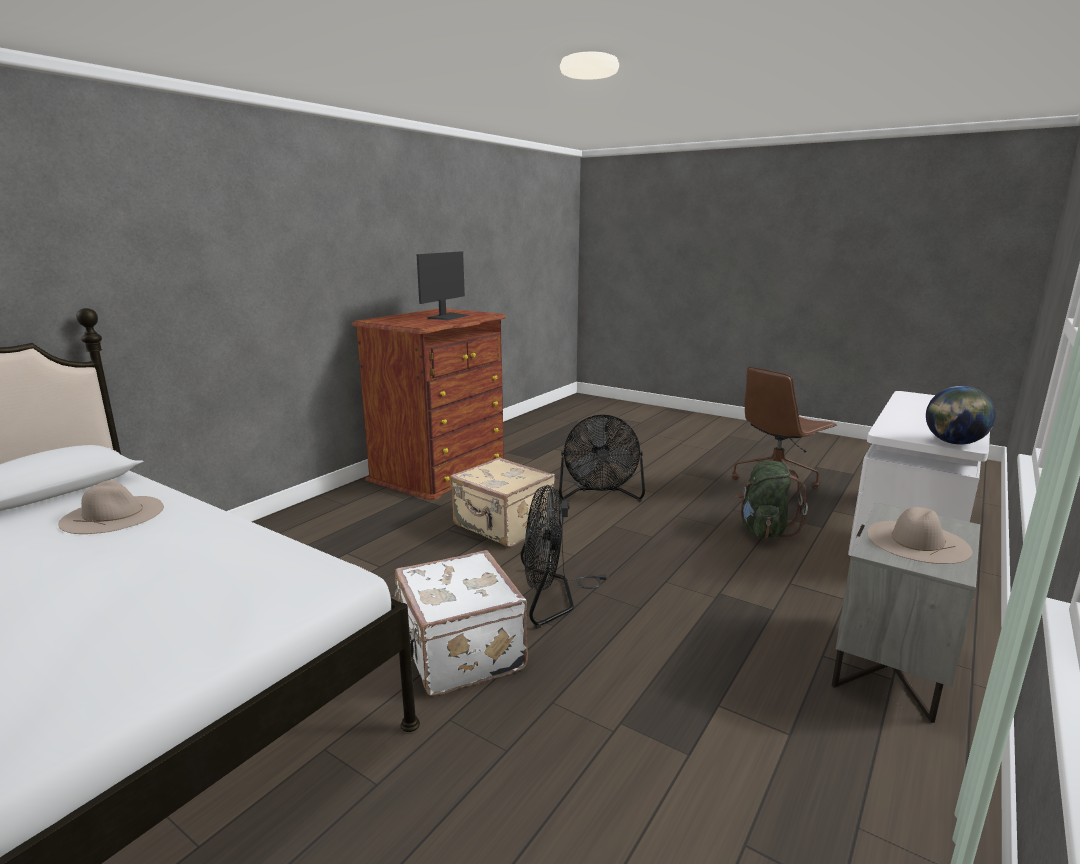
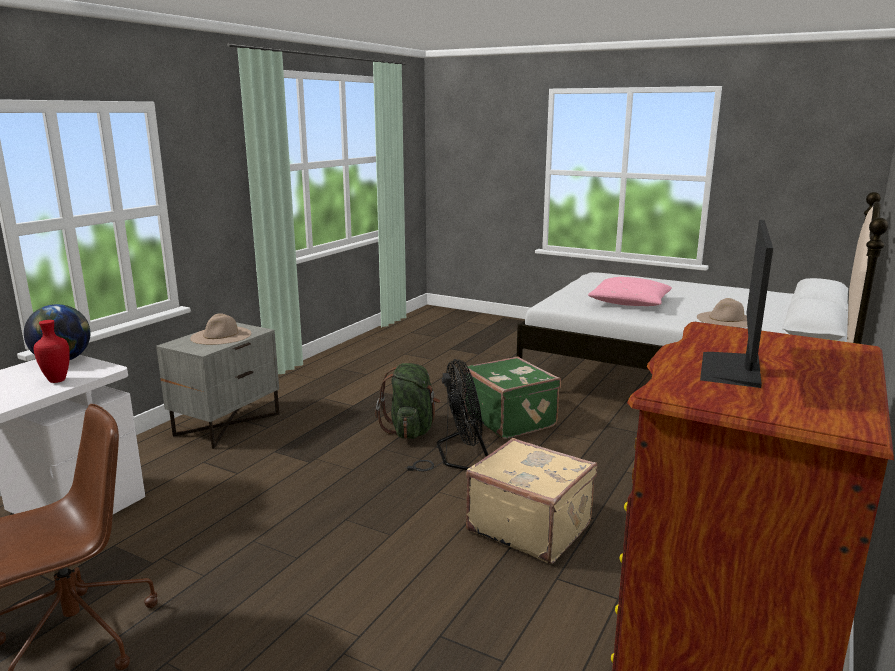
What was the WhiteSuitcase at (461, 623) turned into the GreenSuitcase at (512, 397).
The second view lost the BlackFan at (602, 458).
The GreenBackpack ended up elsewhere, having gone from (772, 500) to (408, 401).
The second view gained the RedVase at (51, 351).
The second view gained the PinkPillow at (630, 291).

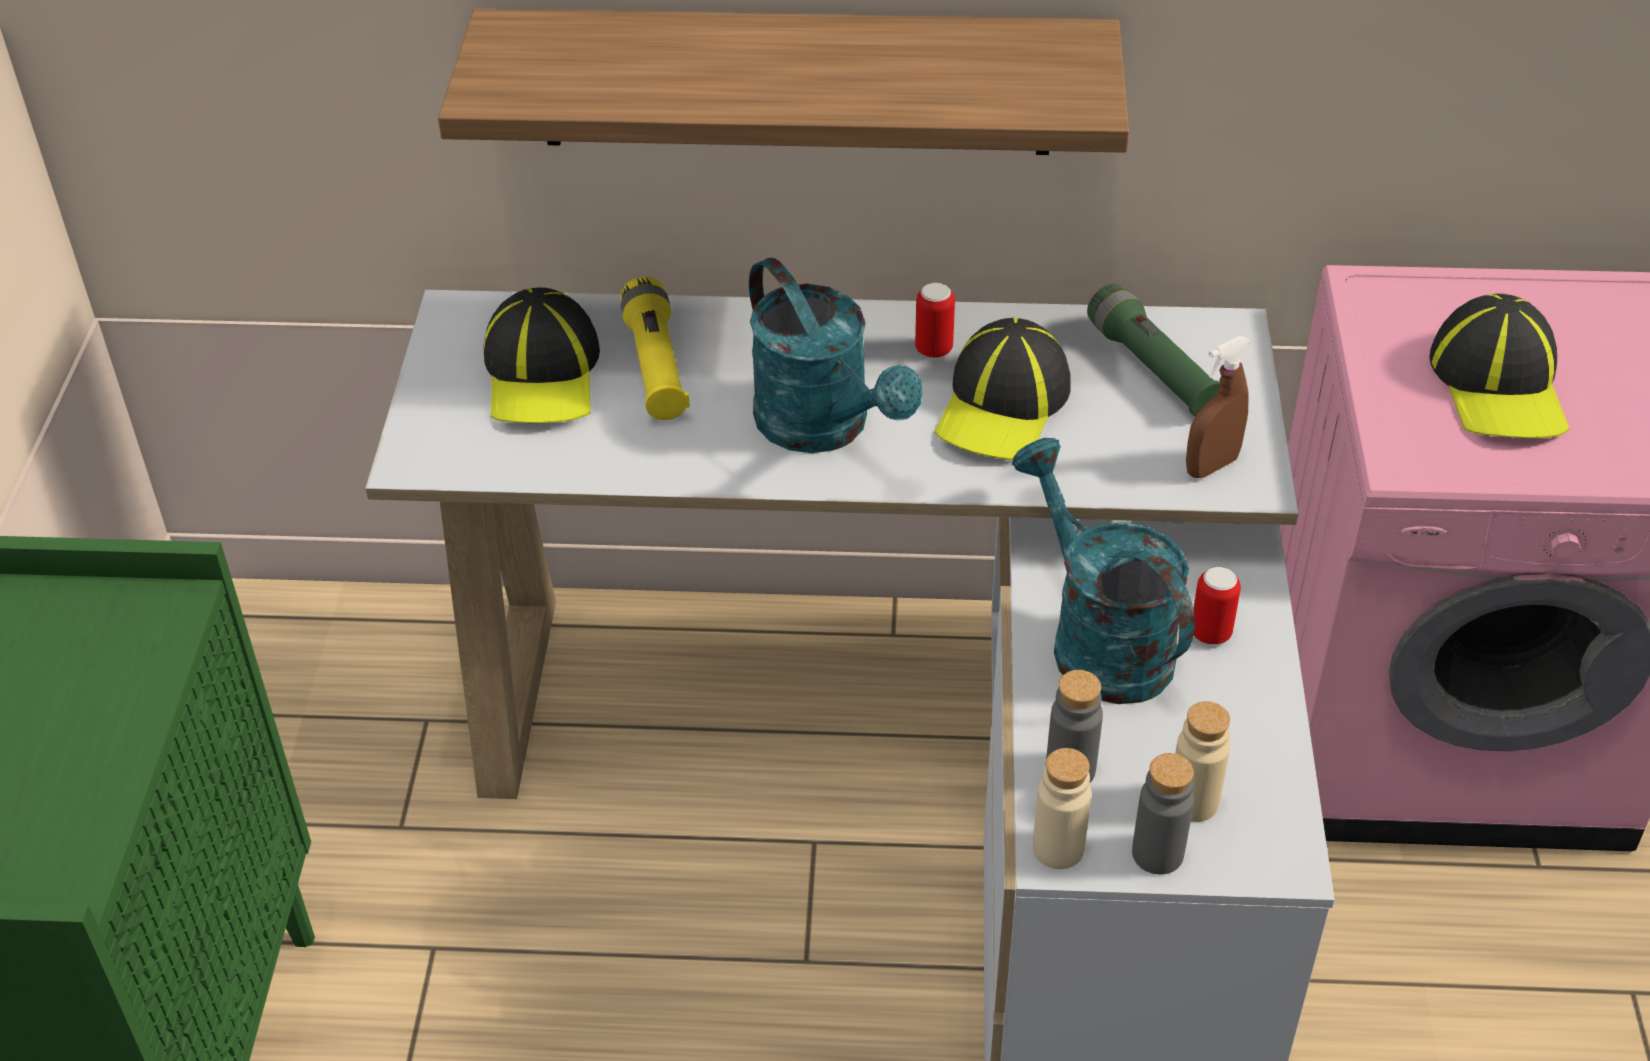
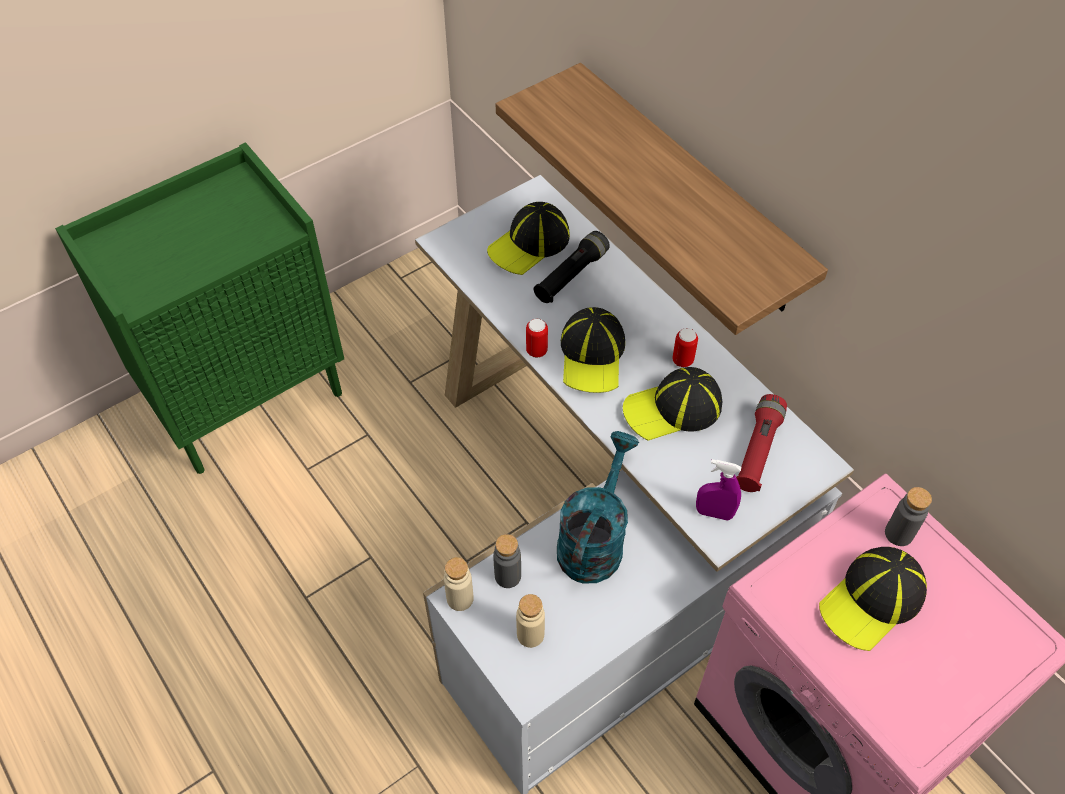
What was the YellowFlashlight at (655, 348) turned into the BlackFlashlight at (572, 267).
Where the TurquoiseWateringCan stood at (835, 355), the Cap came to stand at (593, 350).
What was the GreenFlashlight at (1153, 350) turned into the RedFlashlight at (761, 443).
The GreyBottle ended up elsewhere, having gone from (1163, 814) to (908, 516).
What was the BrownSprayBottle at (1218, 407) turned into the PurpleSprayBottle at (718, 490).
The Can ended up elsewhere, having gone from (1217, 606) to (537, 338).

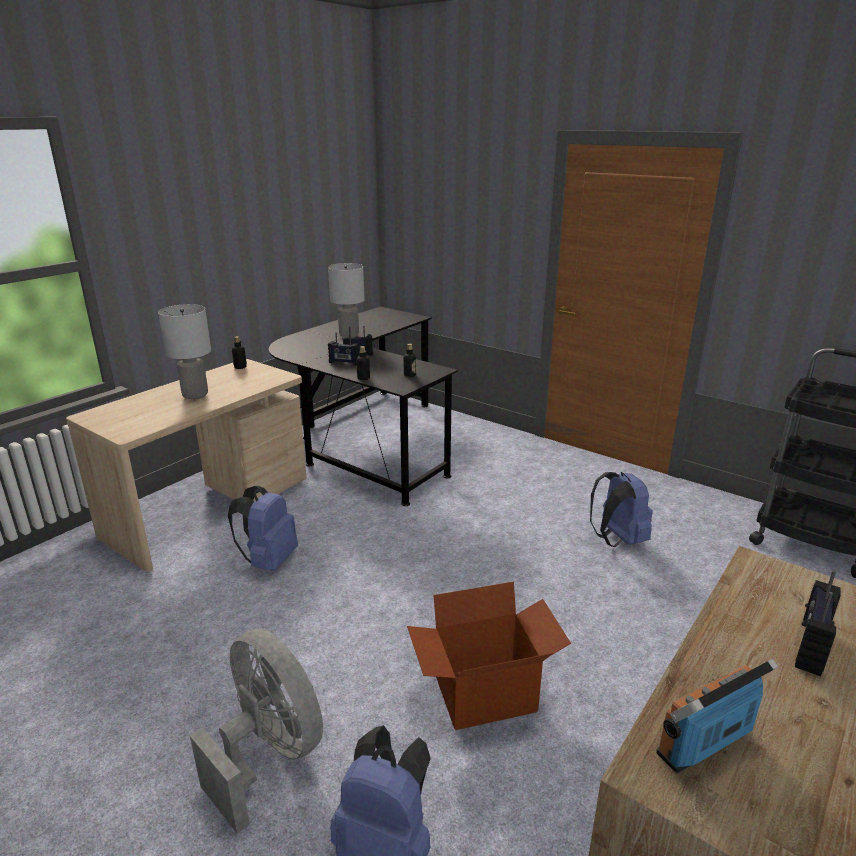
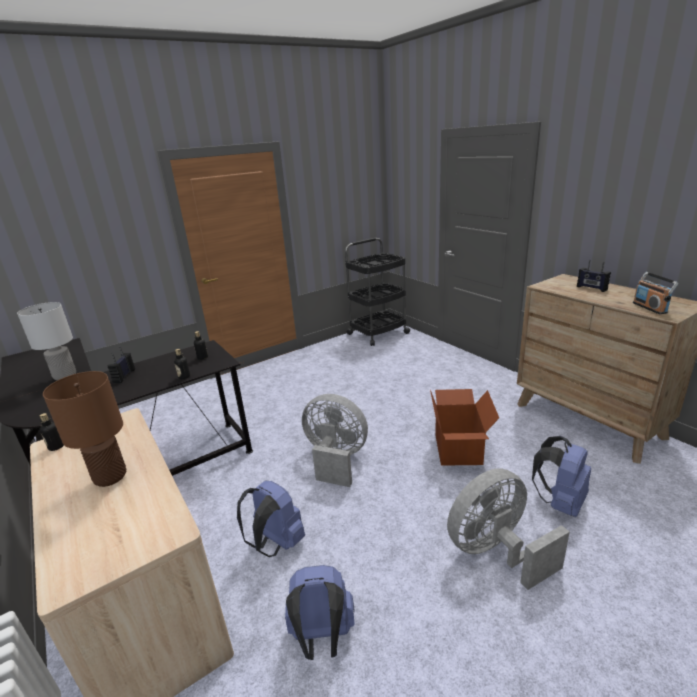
What was the GreyTableLamp at (184, 351) turned into the BrownTableLamp at (84, 429).
The second view lost the Radio at (343, 349).
The BlueBackpack ended up elsewhere, having gone from (621, 509) to (320, 612).
The second view gained the GreyFan at (335, 440).

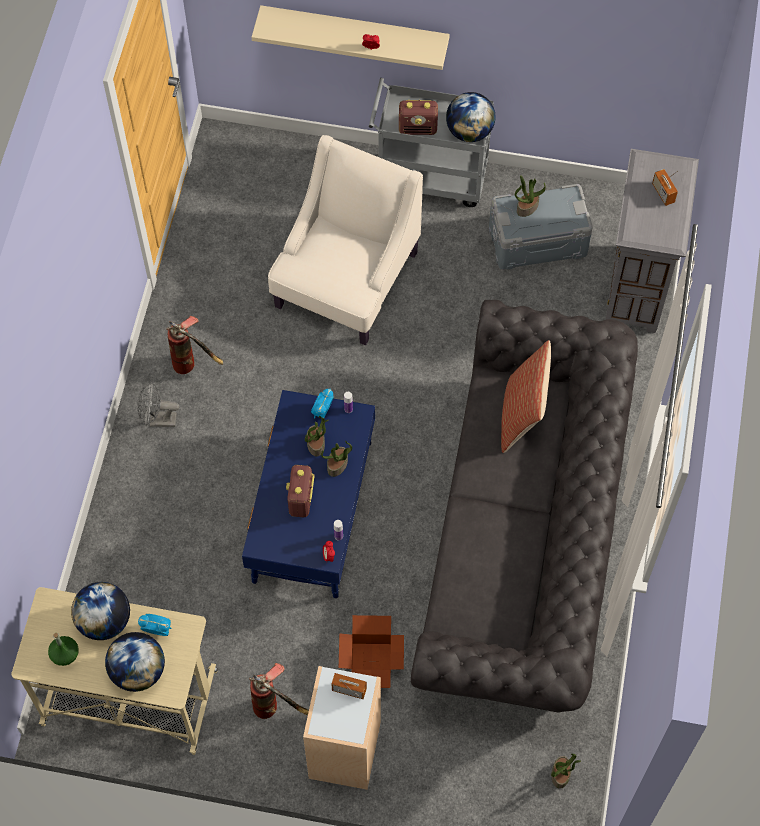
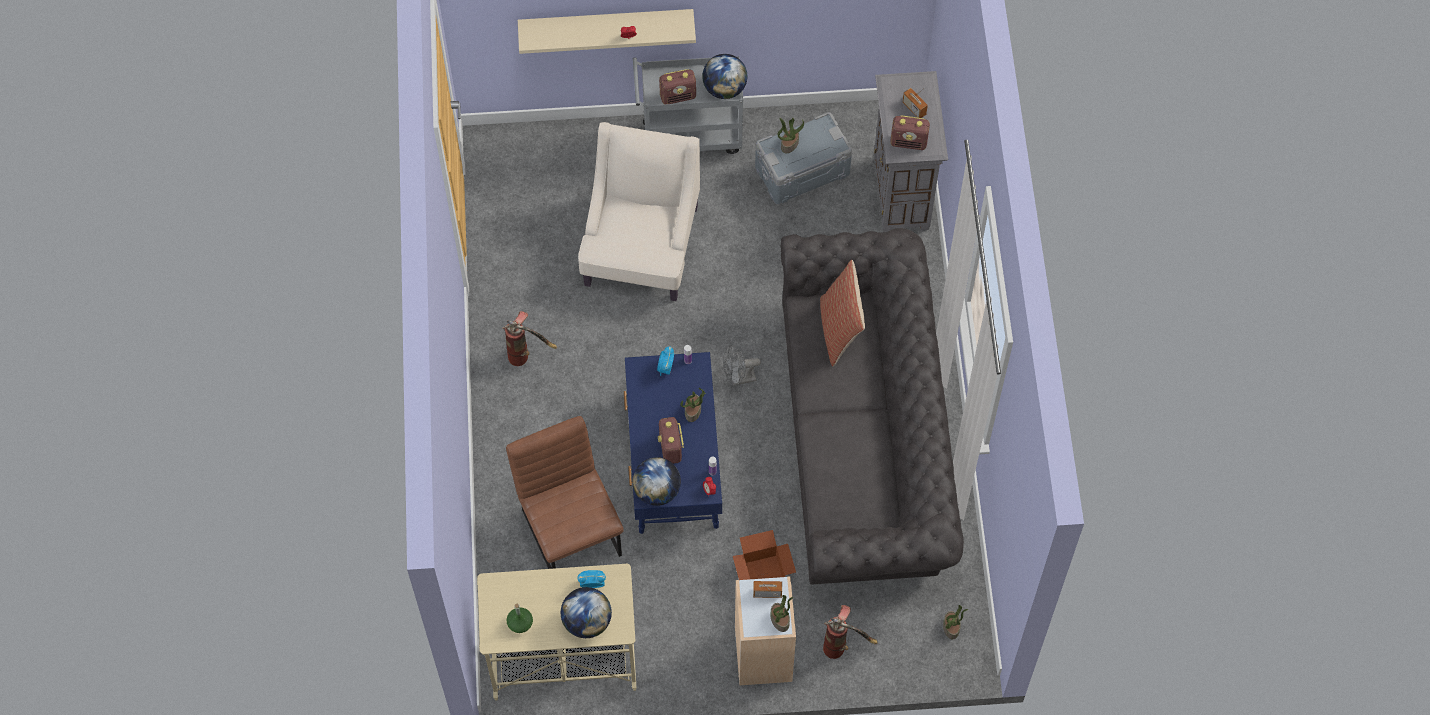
The Globe ended up elsewhere, having gone from (100, 611) to (657, 481).
The GreyFan ended up elsewhere, having gone from (158, 404) to (742, 365).
The FireExtinguisher ended up elsewhere, having gone from (279, 691) to (850, 632).
The PottedPlant ended up elsewhere, having gone from (317, 436) to (782, 613).
The second view gained the BrownChair at (565, 492).
The second view gained the Radio at (910, 133).

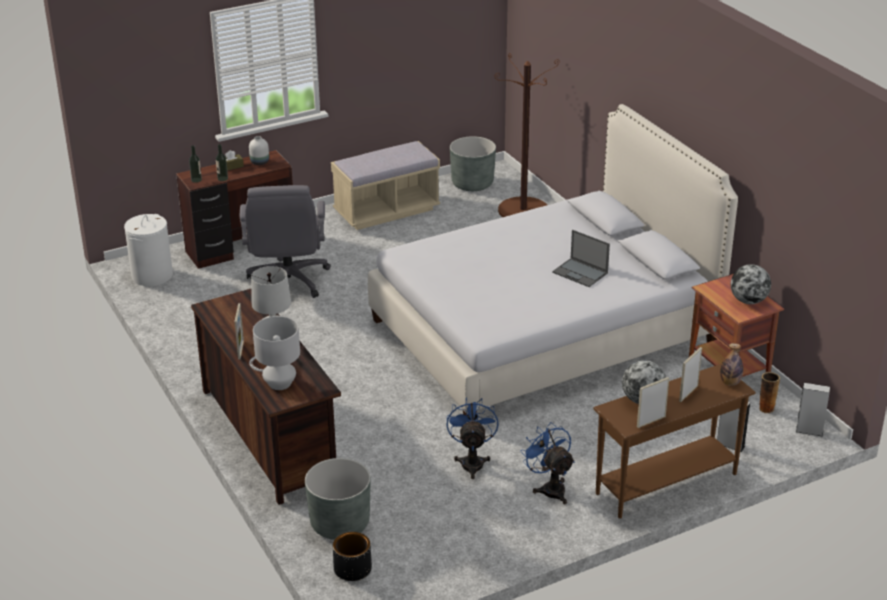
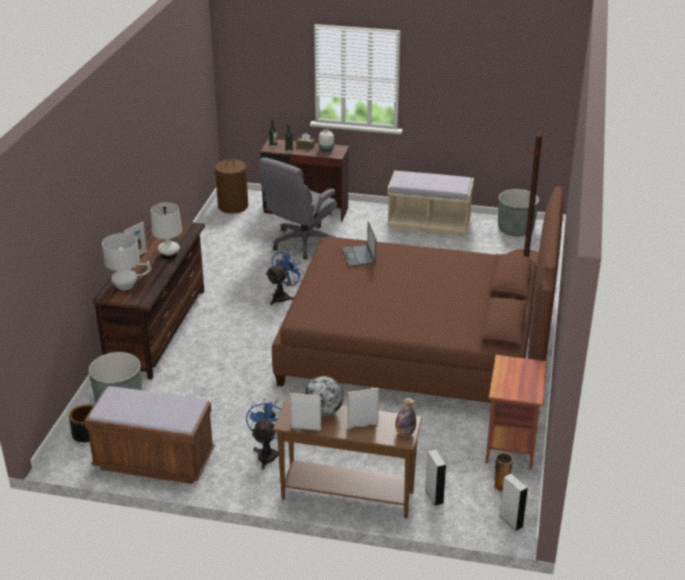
What was the WhiteLaundryBasket at (148, 250) turned into the BrownLaundryBasket at (231, 187).
What was the WhiteBed at (553, 259) turned into the BrownBed at (417, 294).
The BlueFan ended up elsewhere, having gone from (472, 438) to (285, 277).
The Laptop ended up elsewhere, having gone from (581, 258) to (359, 244).
The second view lost the Globe at (751, 284).
The second view gained the BrownBench at (149, 435).

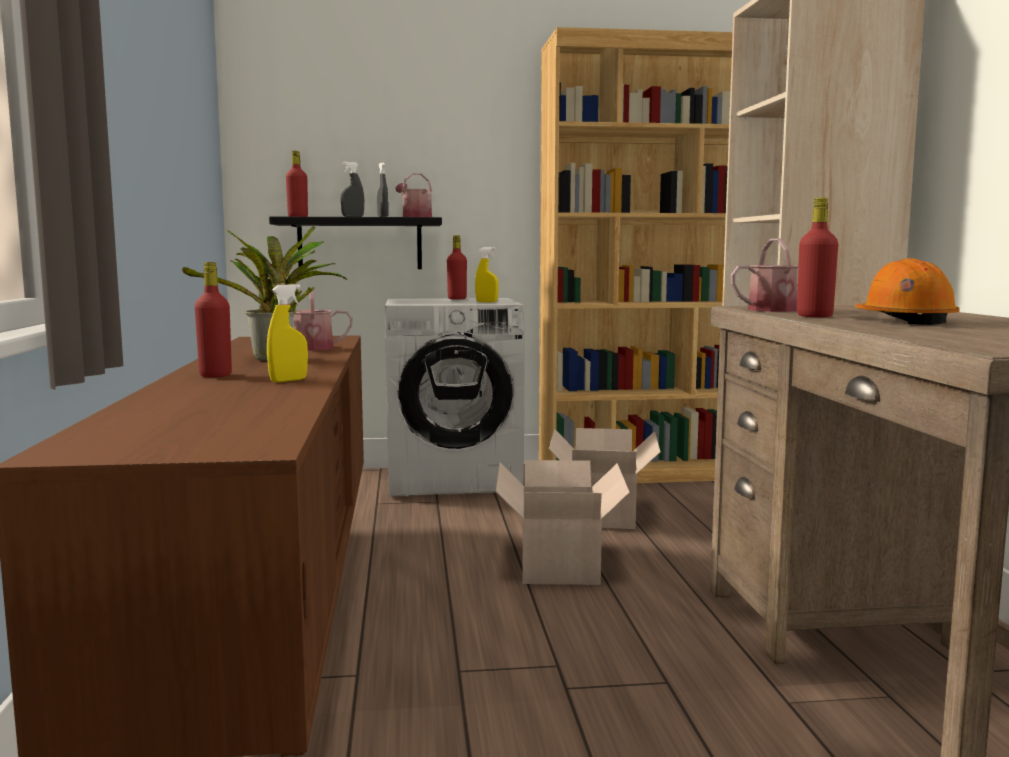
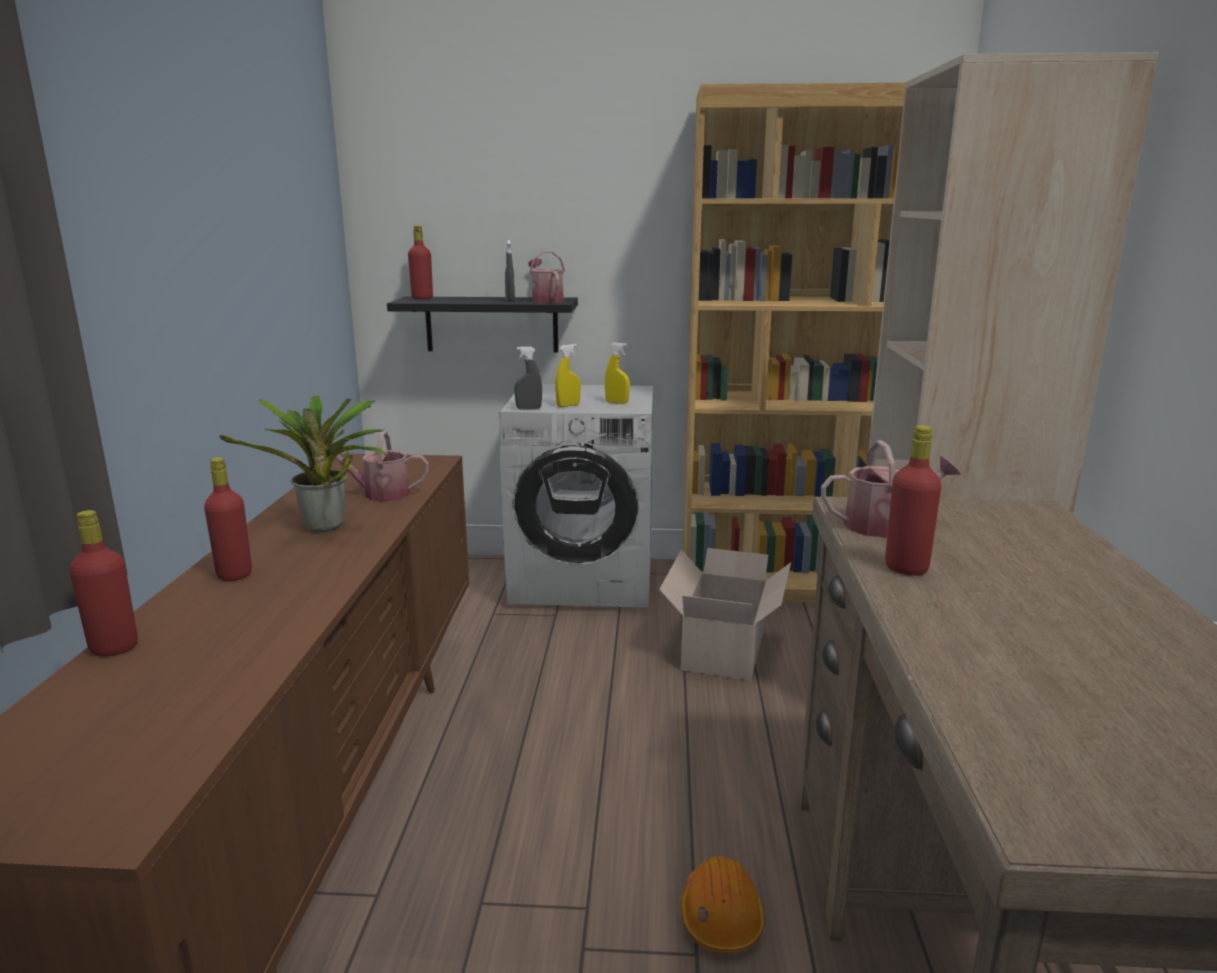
The YellowSprayBottle ended up elsewhere, having gone from (287, 333) to (568, 375).
The GreySprayBottle ended up elsewhere, having gone from (352, 189) to (528, 378).
The RedBottle ended up elsewhere, having gone from (457, 267) to (104, 583).
The second view lost the CardboardBox at (563, 522).
The OrangeHardHat ended up elsewhere, having gone from (907, 291) to (722, 904).

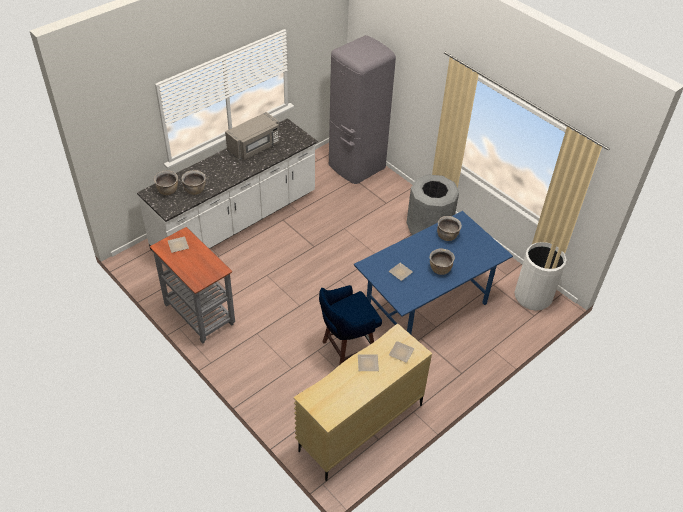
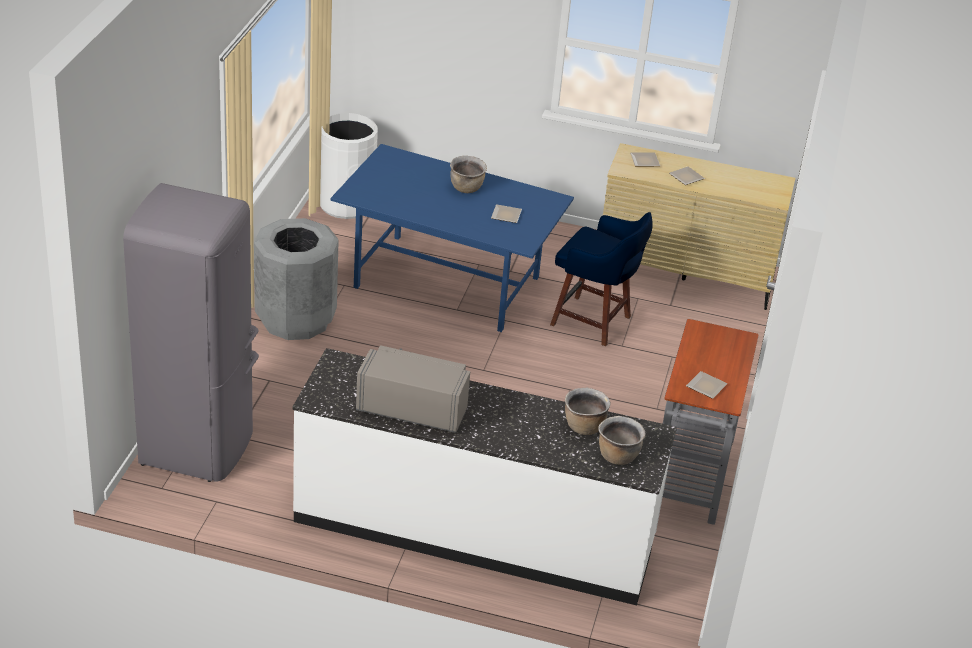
The second view lost the BrownCookingPot at (449, 228).

